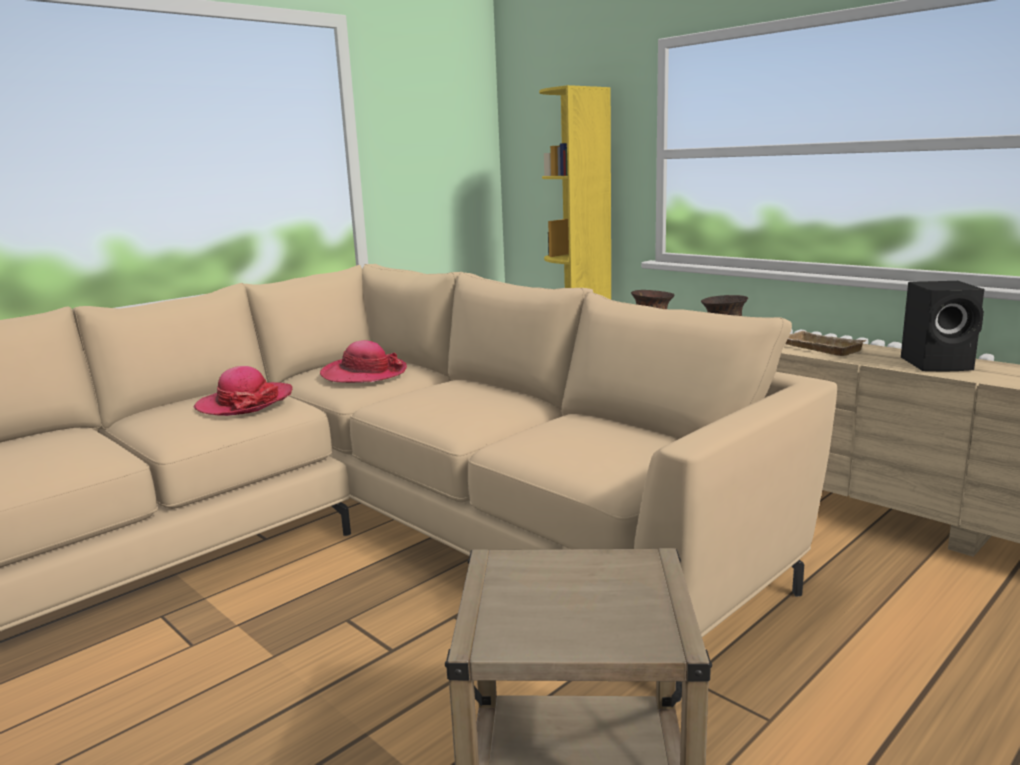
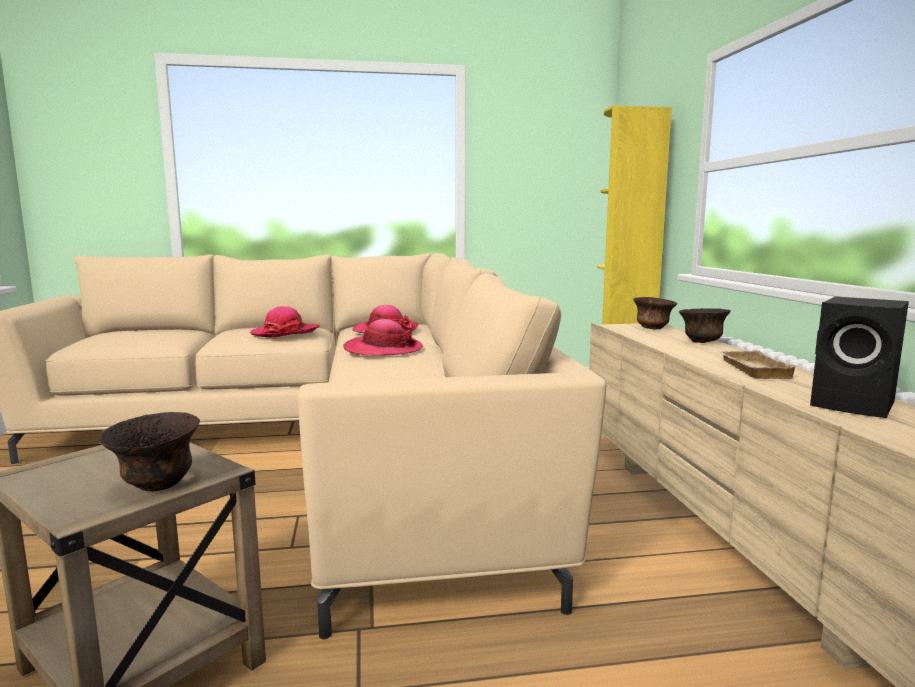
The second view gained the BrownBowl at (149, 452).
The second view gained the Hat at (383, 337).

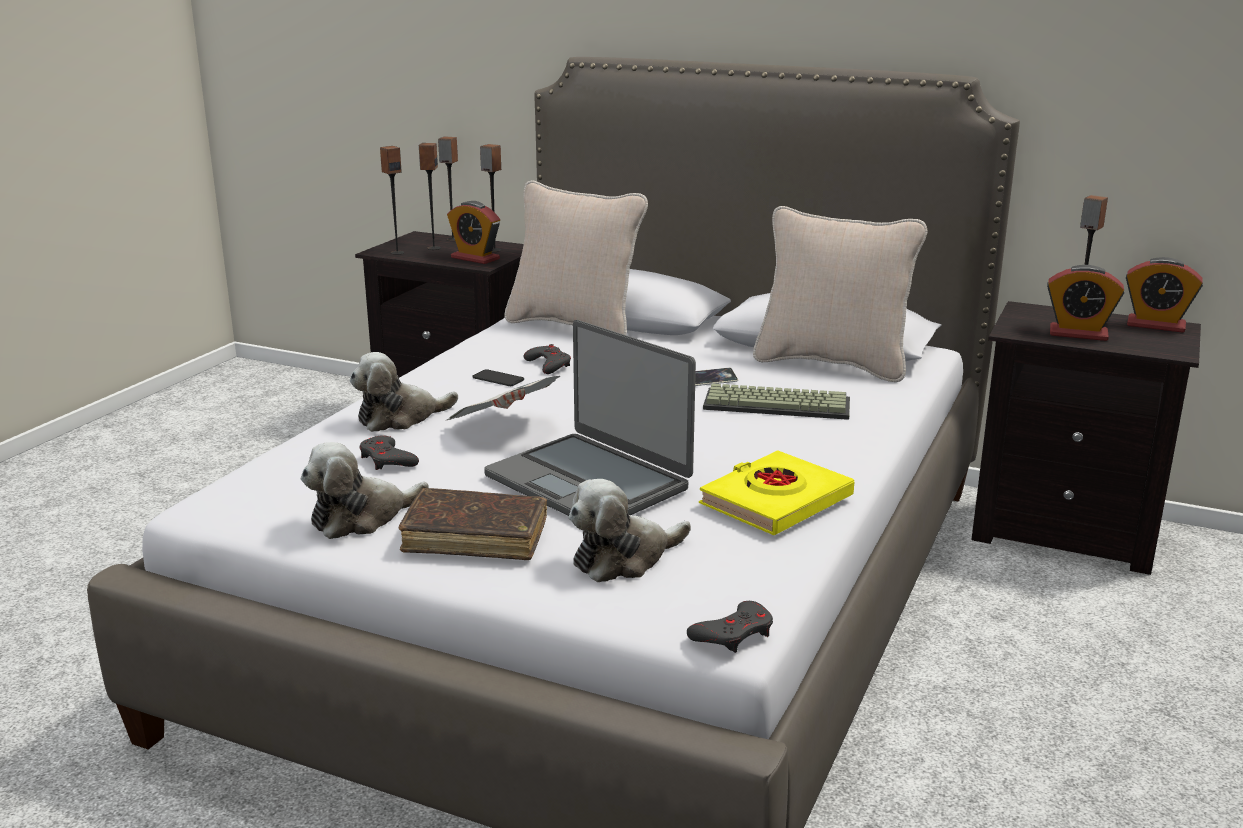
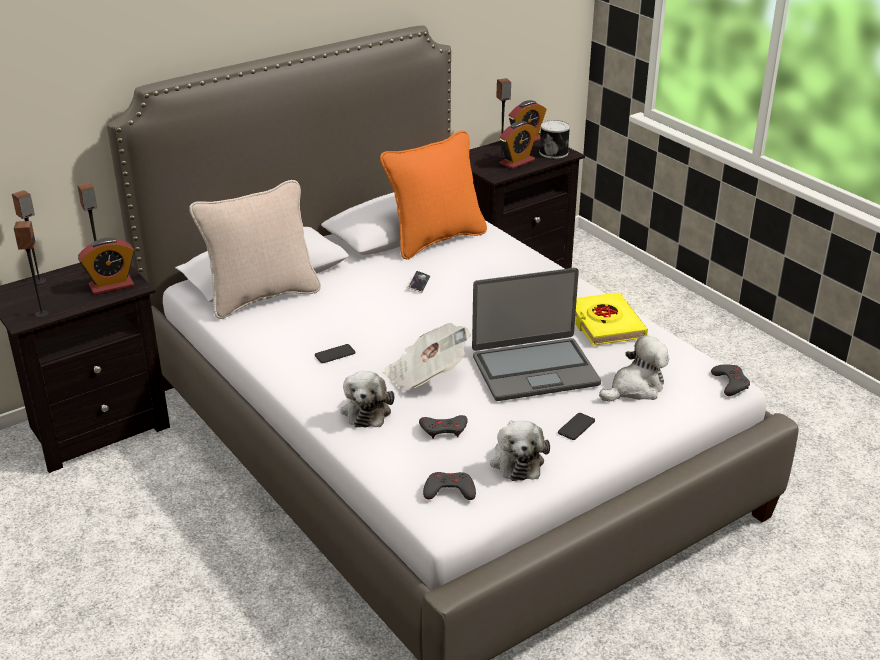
Where the BrownBook stood at (473, 524), the Phone came to stand at (576, 426).
The second view lost the Speaker at (430, 196).
The GreyGameController ended up elsewhere, having gone from (547, 359) to (449, 486).
The PlushToy at (630, 530) ended up facing another way, 120 degrees counterclockwise from before.
The second view lost the Keyboard at (776, 401).
What was the BeigePillow at (840, 294) turned into the OrangePillow at (433, 194).
The second view gained the Can at (554, 139).

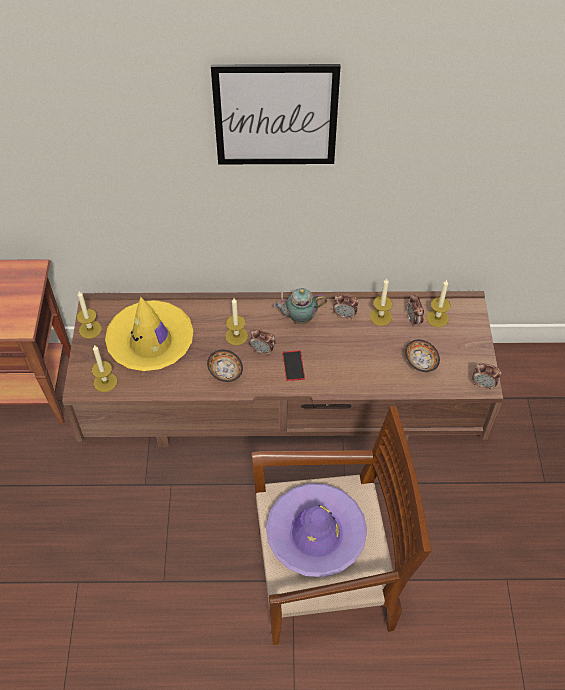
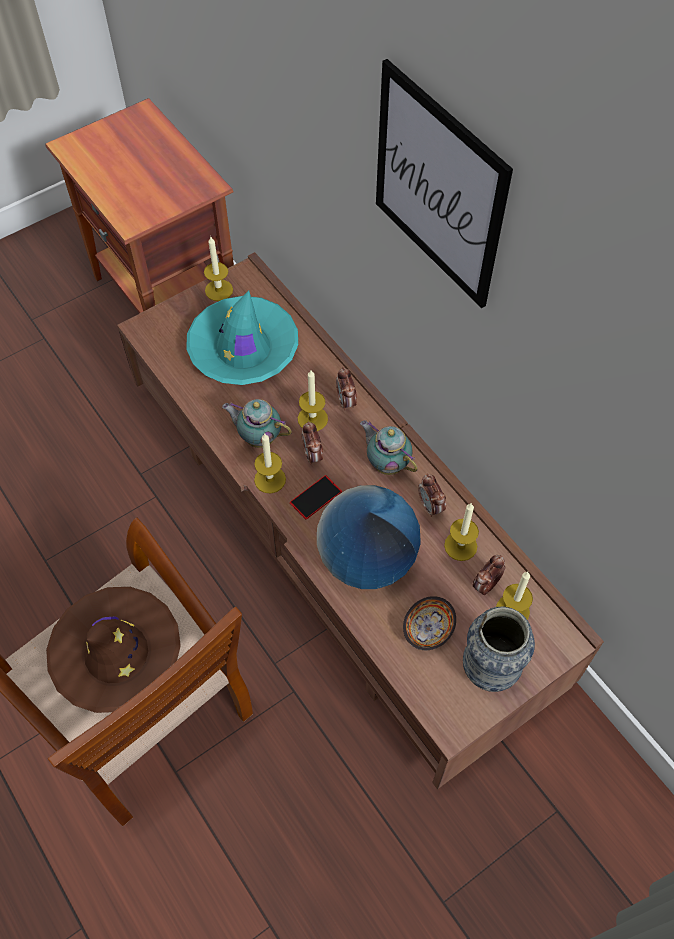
The Candle ended up elsewhere, having gone from (104, 368) to (270, 463).
What was the YellowHat at (149, 334) turned into the TurquoiseHat at (242, 338).
Where the Bowl stood at (225, 366), the Teapot came to stand at (257, 423).
What was the PurpleHat at (316, 530) turned into the BrownHat at (113, 650).
The AlarmClock ended up elsewhere, having gone from (487, 376) to (346, 389).
The second view gained the Globe at (369, 537).
The second view gained the Vase at (499, 649).

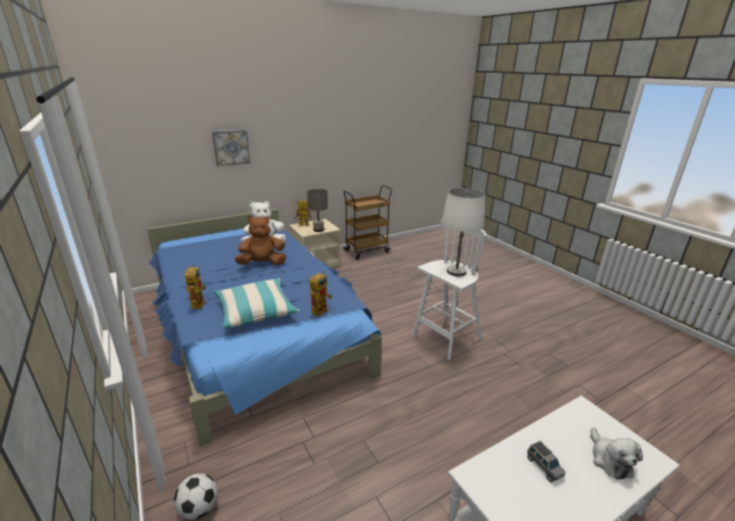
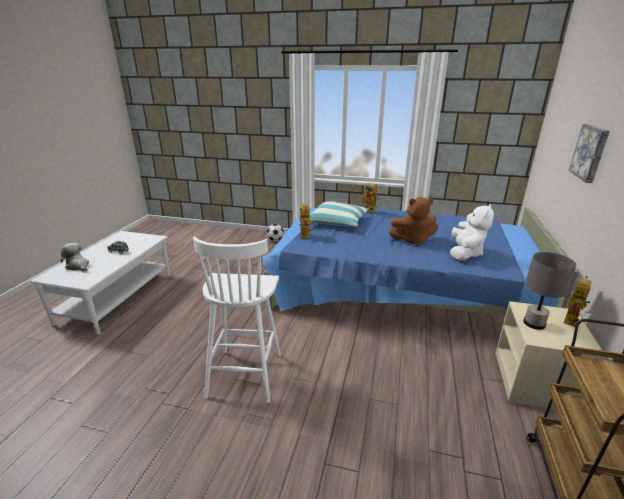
The BrownPlushToy at (260, 240) ended up facing another way, 60 degrees clockwise from before.
The second view lost the WhiteTableLamp at (463, 232).

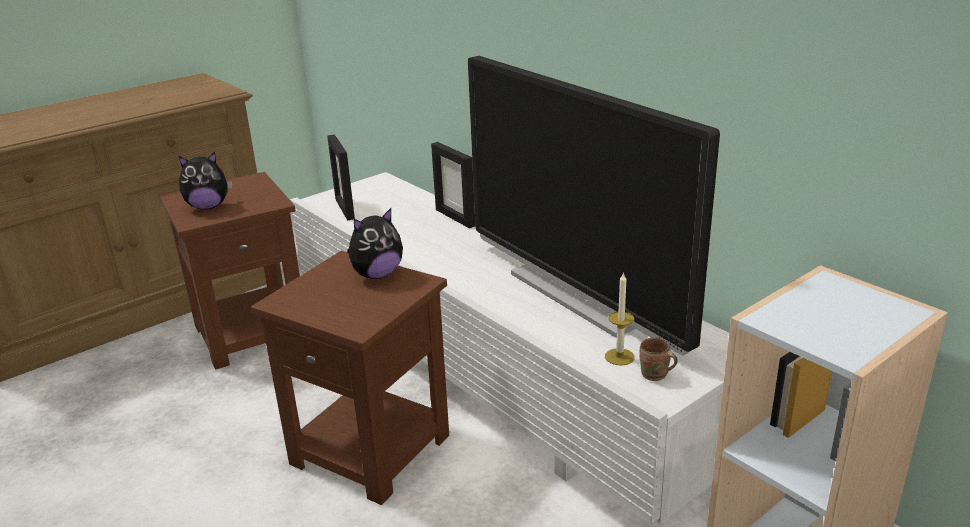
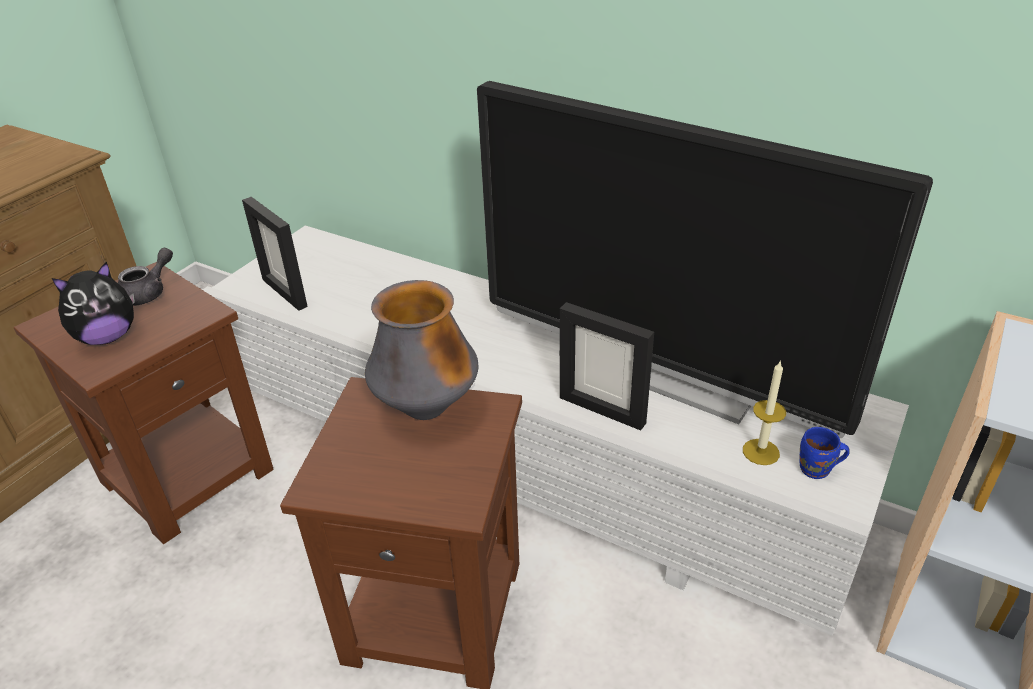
Where the PlushToy stood at (375, 243), the Vase came to stand at (421, 350).
The PictureFrame ended up elsewhere, having gone from (453, 185) to (607, 366).
What was the BrownMug at (658, 359) turned into the BlueMug at (824, 453).
The second view gained the GreyTeapot at (145, 277).

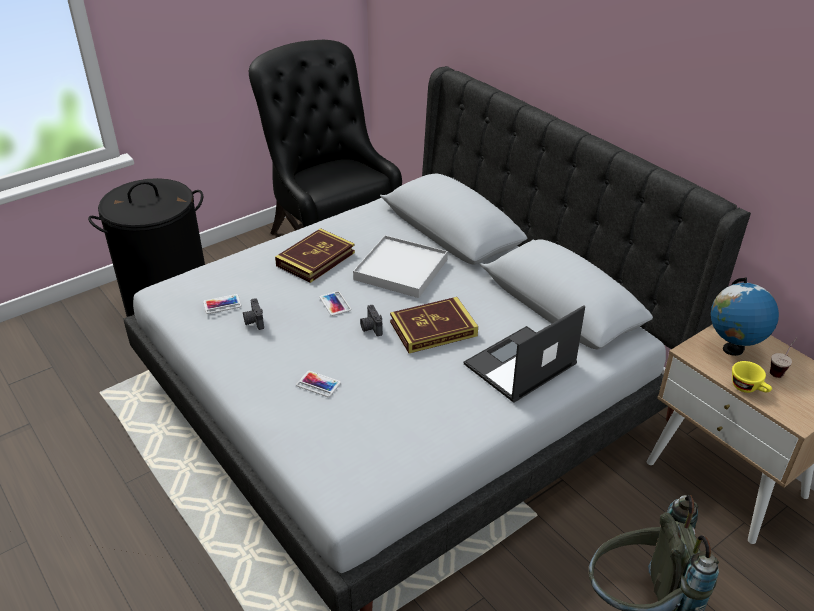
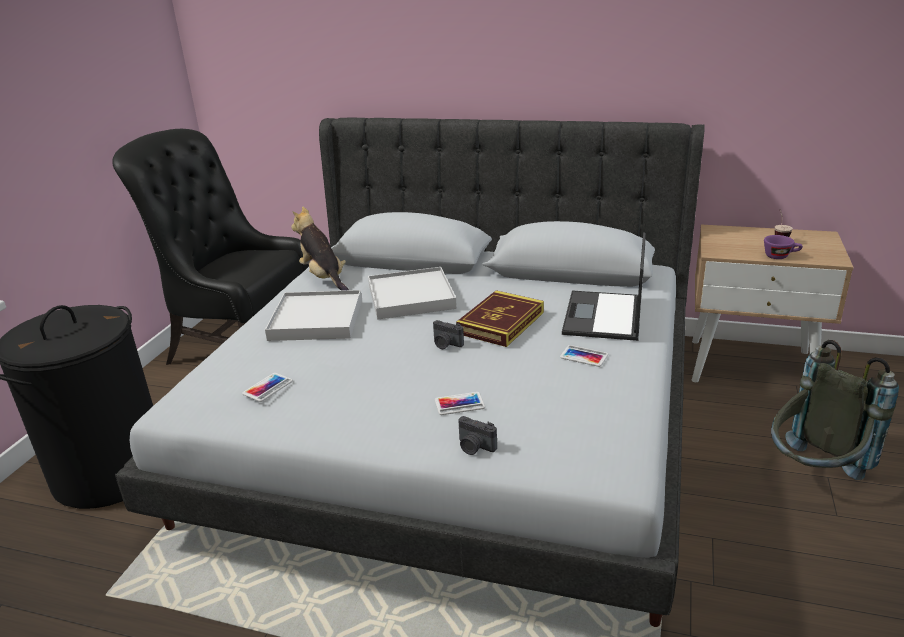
The PhotoCamera ended up elsewhere, having gone from (253, 314) to (477, 435).
Where the Book stood at (315, 255), the WhiteTray came to stand at (313, 315).
The Phone ended up elsewhere, having gone from (335, 303) to (584, 356).
The second view lost the Globe at (745, 317).
What was the YellowCup at (752, 377) turned into the PurpleCup at (783, 247).
The second view gained the PlushToy at (320, 248).

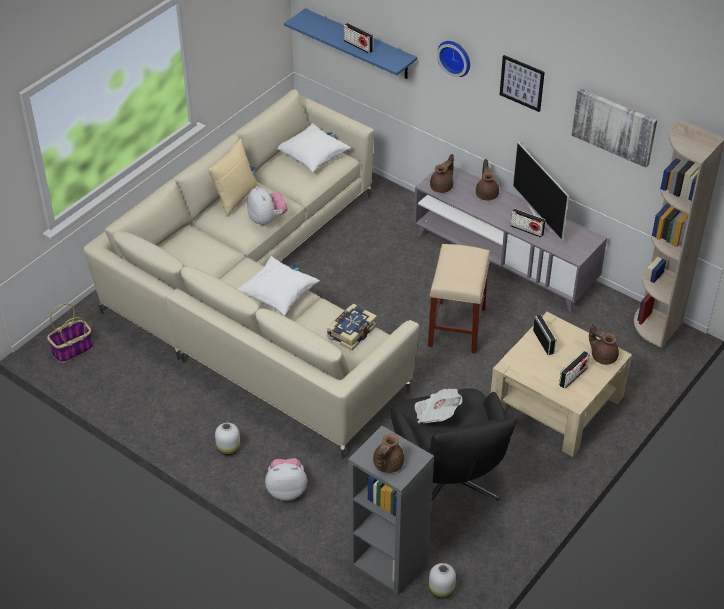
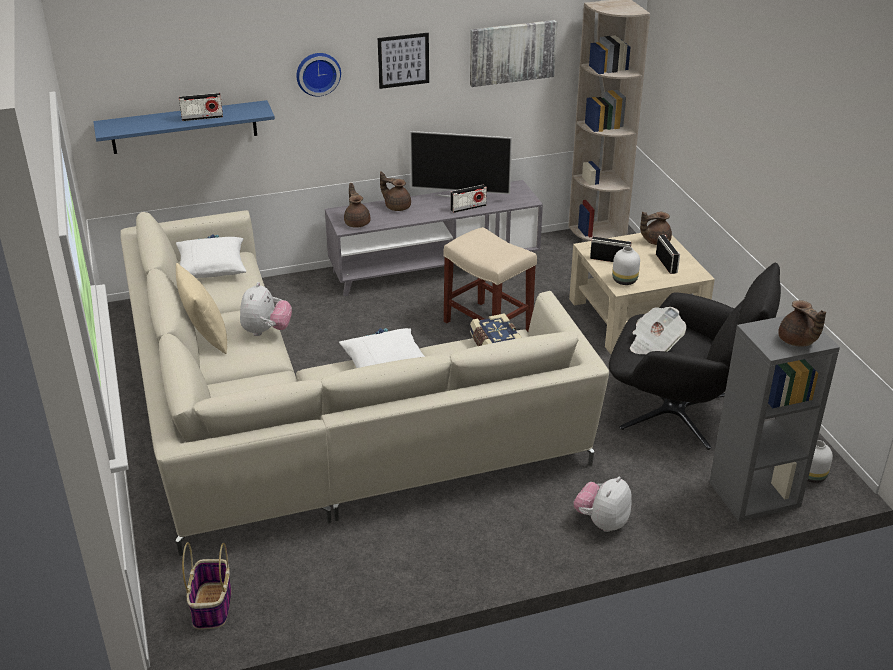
The WhiteVase ended up elsewhere, having gone from (227, 439) to (626, 265).
The PlushToy at (267, 206) ended up facing another way, 90 degrees clockwise from before.

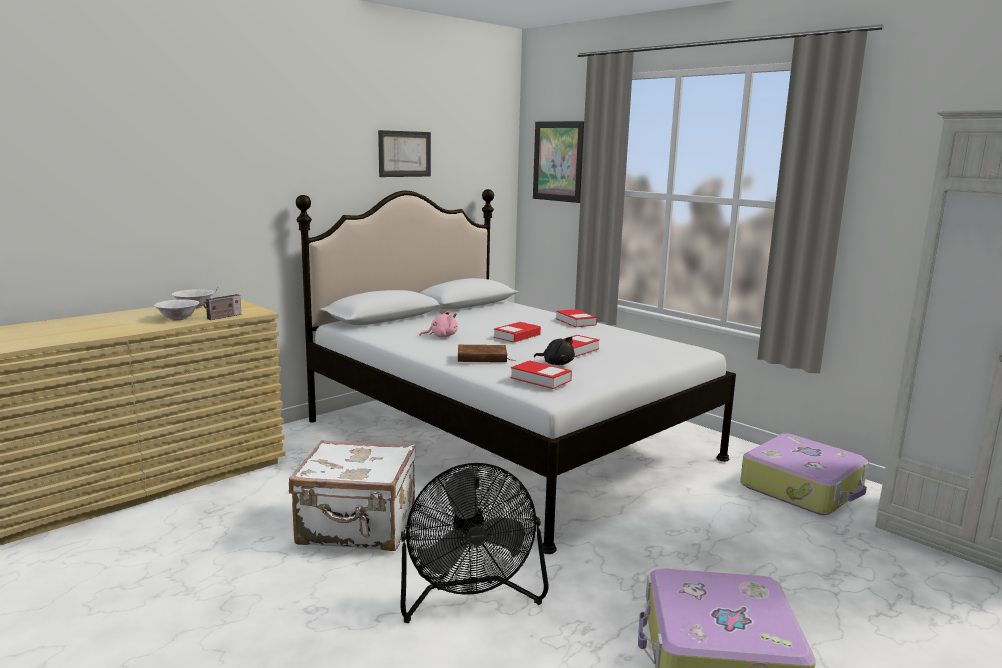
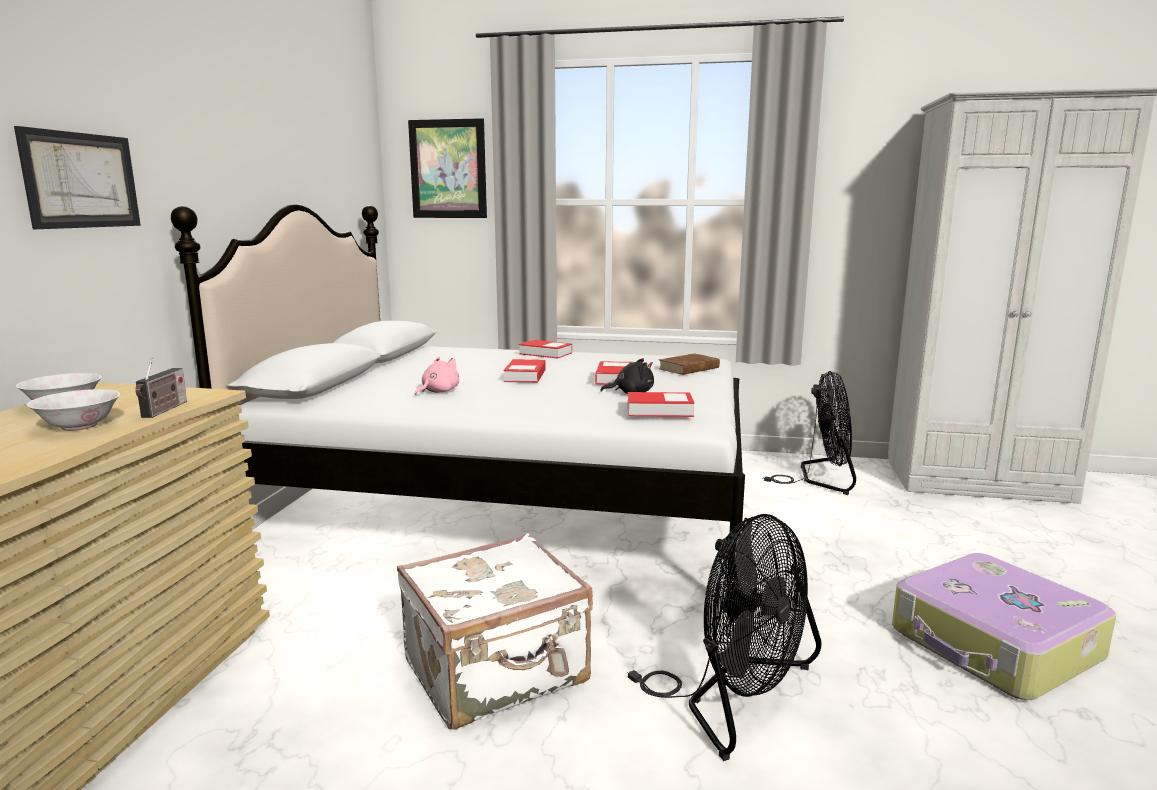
The Picture ended up elsewhere, having gone from (404, 153) to (77, 177).
The BrownBook ended up elsewhere, having gone from (486, 353) to (689, 364).
Where the Suitcase stood at (804, 474), the BlackFan came to stand at (809, 433).

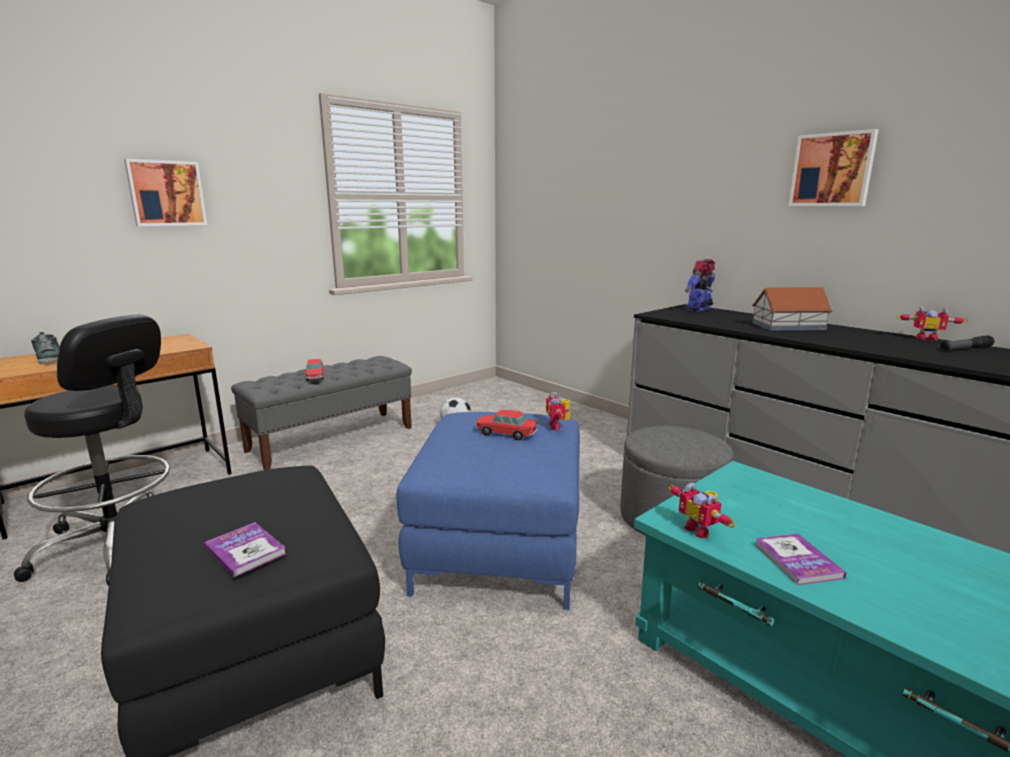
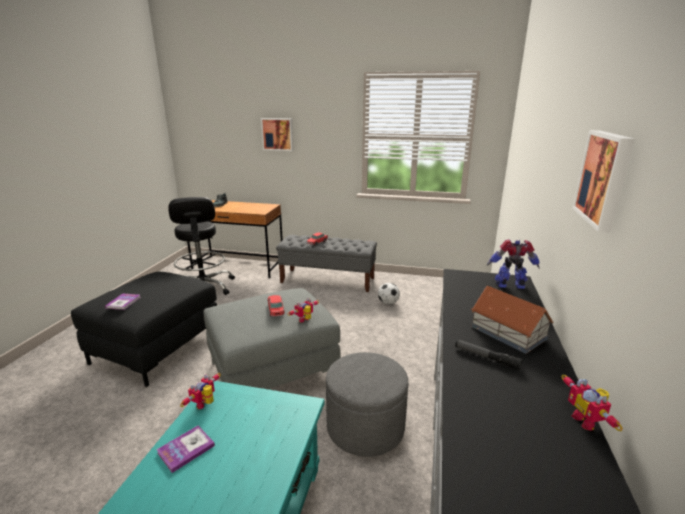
What was the BlueOttoman at (488, 511) turned into the GreyOttoman at (272, 338).
The Flashlight ended up elsewhere, having gone from (967, 342) to (489, 354).

